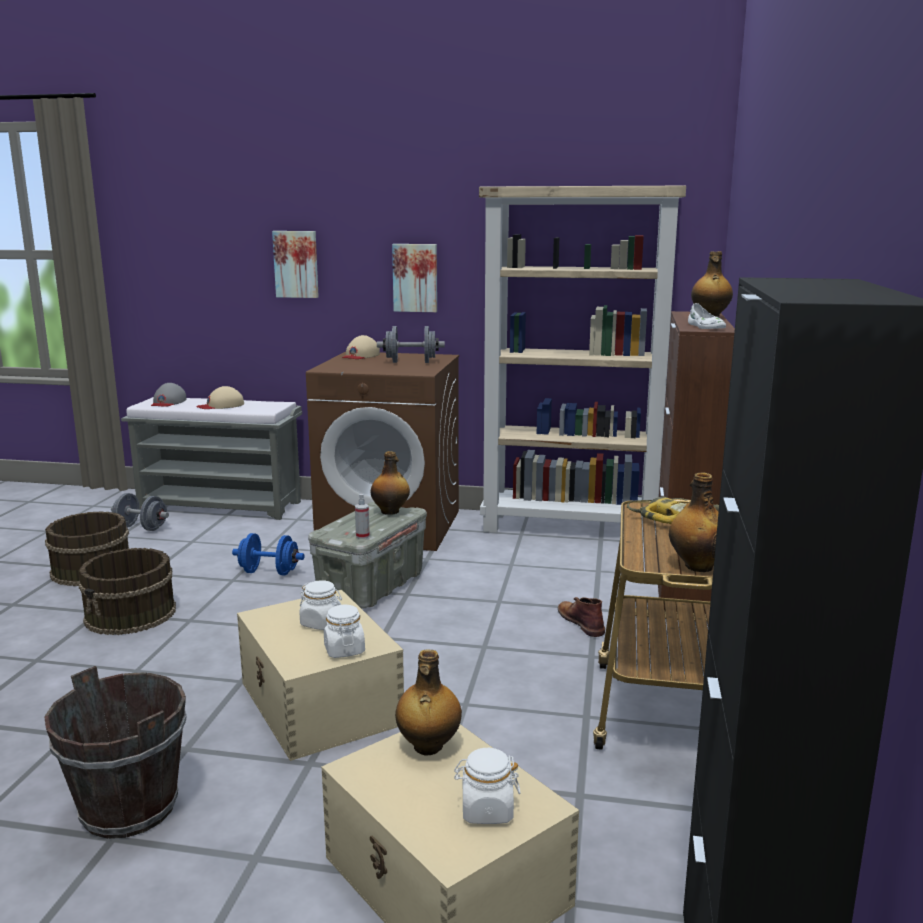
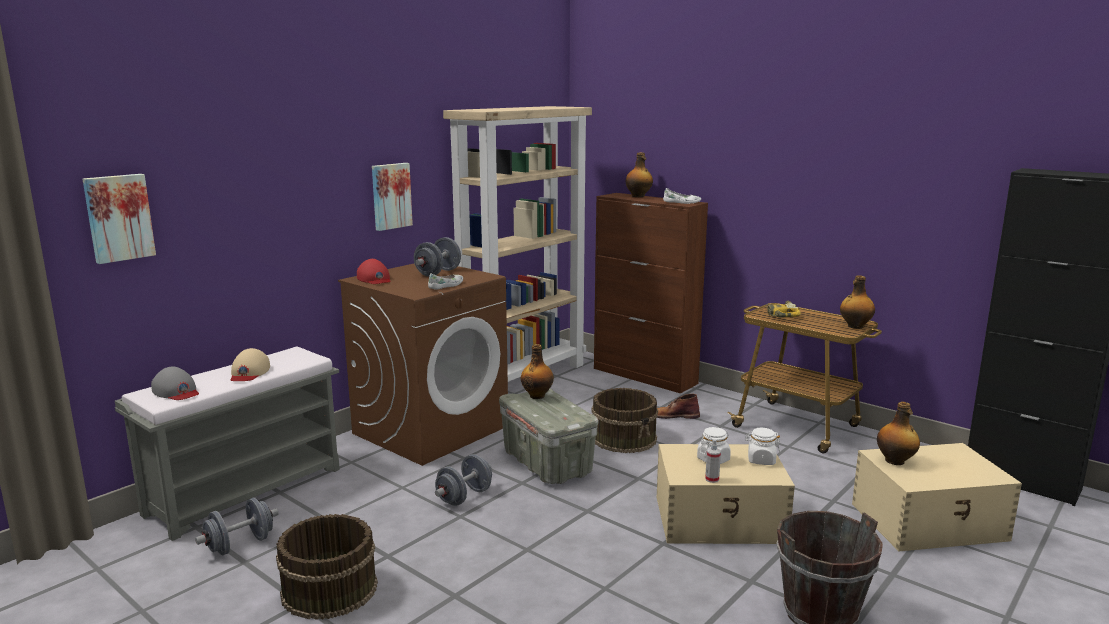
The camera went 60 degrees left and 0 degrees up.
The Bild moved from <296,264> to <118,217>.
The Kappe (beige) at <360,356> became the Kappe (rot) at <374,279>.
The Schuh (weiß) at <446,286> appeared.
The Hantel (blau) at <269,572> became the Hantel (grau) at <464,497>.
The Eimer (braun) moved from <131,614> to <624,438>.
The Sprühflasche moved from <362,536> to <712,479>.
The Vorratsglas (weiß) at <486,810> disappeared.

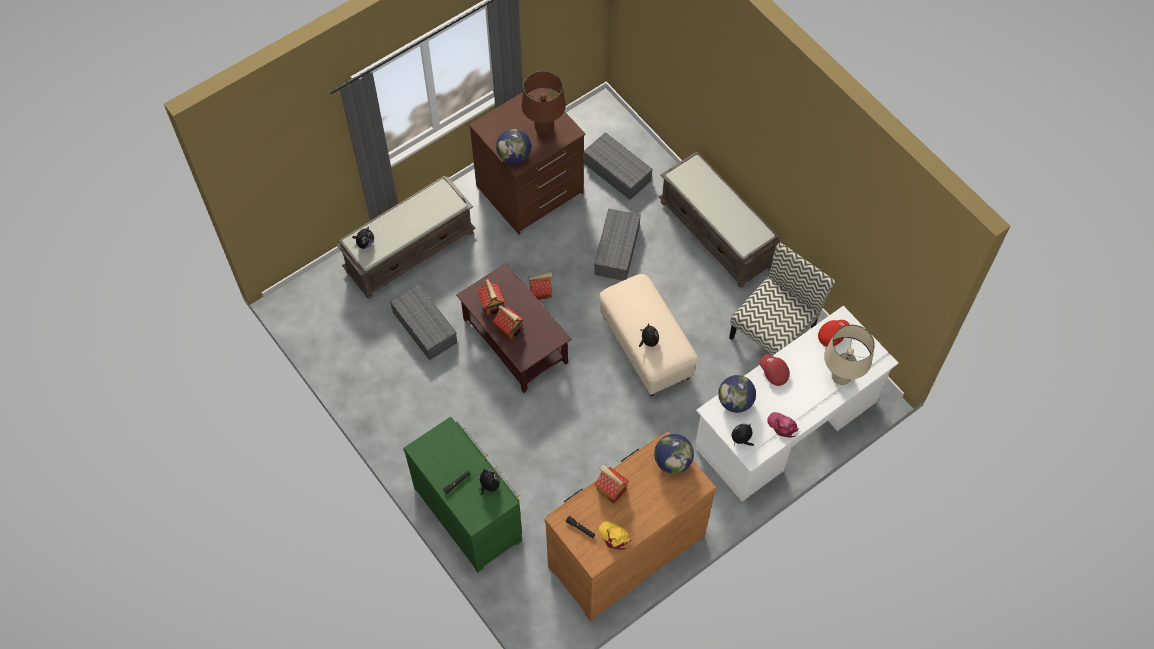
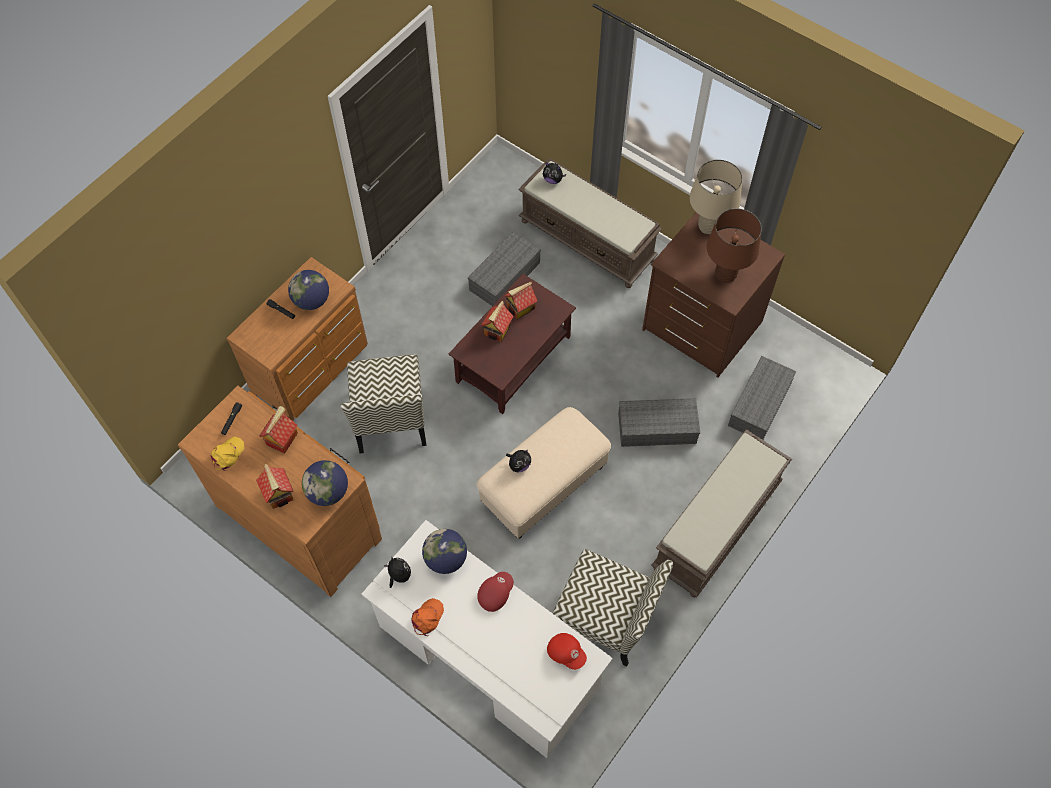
The camera went 75 degrees right and 0 degrees up.
The Kommode (grün) at <469,511> became the Kommode (braun) at <313,368>.
The Spielzeughaus moved from <541,291> to <279,494>.
The Globus moved from <514,156> to <312,301>.
The Stuhl at <390,418> appeared.
The Kappe (rosa) at <782,426> became the Kappe (orange) at <427,618>.
The Tischlampe (beige) moved from <841,376> to <708,226>.
The Plüschtier at <489,485> disappeared.

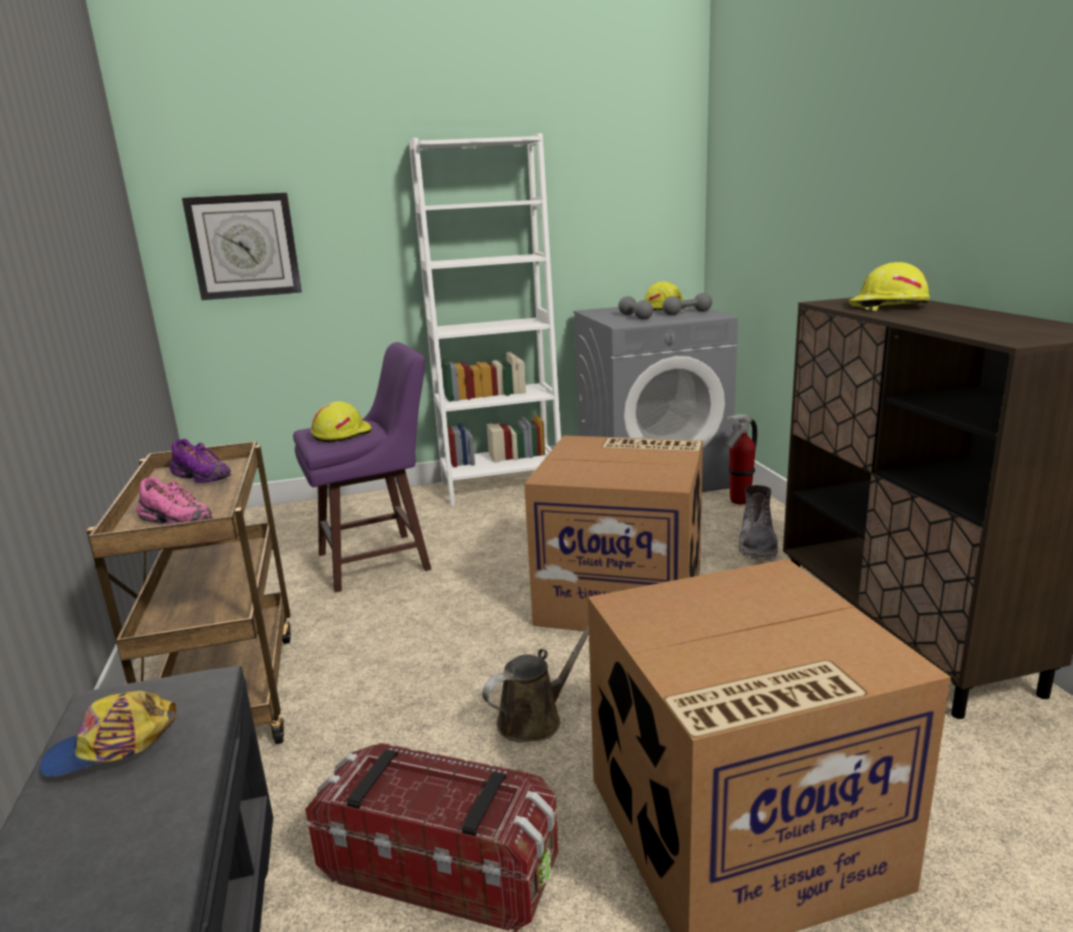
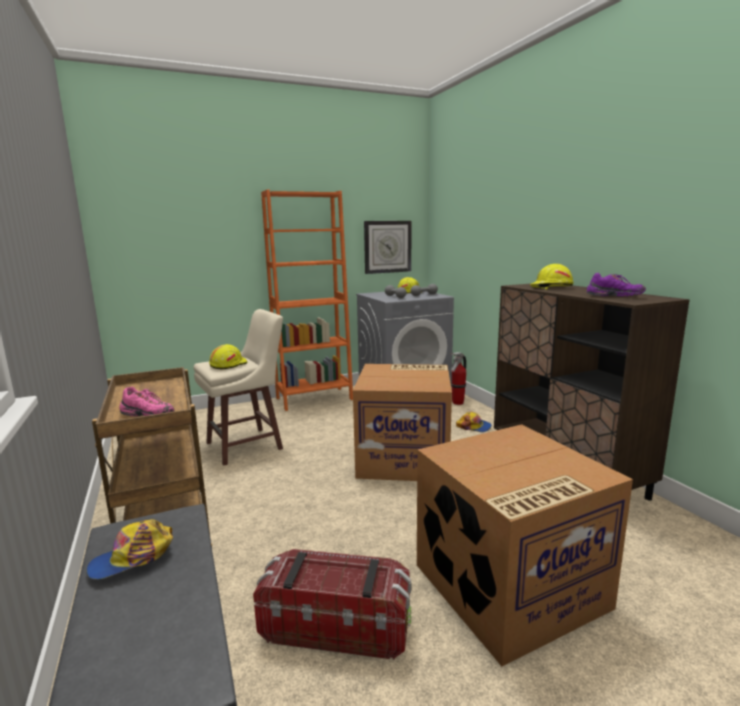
The camera went 10 degrees left and 5 degrees down.
The Hocker (lila) at <378,561> became the Hocker (beige) at <247,445>.
The Bücherregal (weiß) at <501,486> became the Bücherregal (orange) at <314,398>.
The Wanduhr moved from <244,246> to <387,247>.
The Stiefel (grau) at <757,545> was replaced by the Kappe at <474,426>.
The Schuh (lila) moved from <202,478> to <614,296>.
The Gießkanne (braun) at <534,719> disappeared.

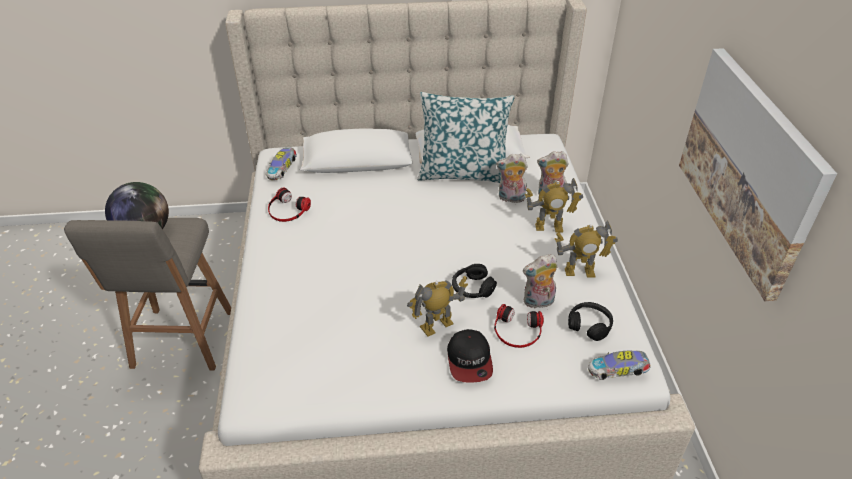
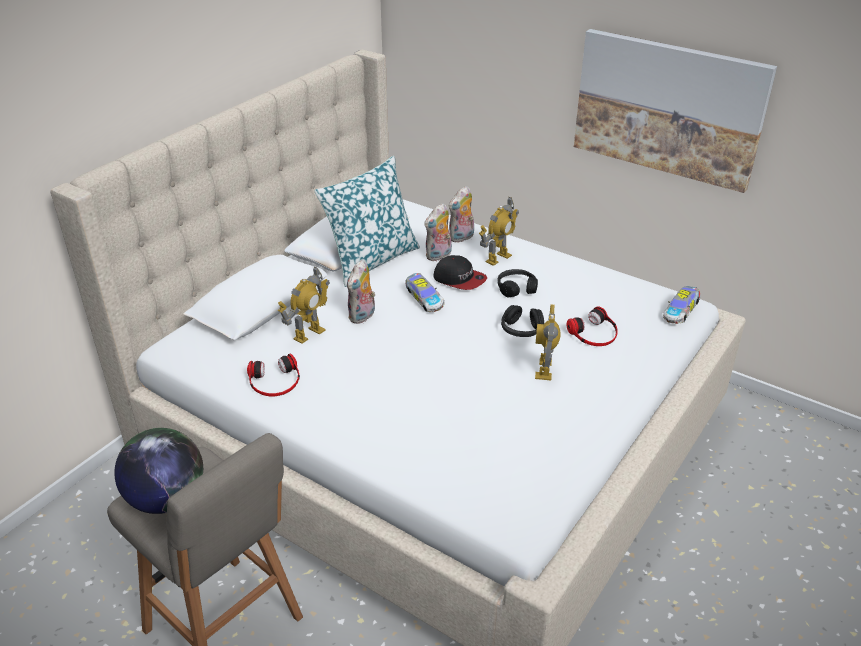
The camera went 50 degrees left and 5 degrees down.
The Spielzeugroboter moved from <579,272> to <308,334>.
The Plüschtier moved from <538,302> to <362,316>.
The Spielzeugauto moved from <282,169> to <423,299>.
The Kappe moved from <470,361> to <459,279>.
The Kopfhörer (schwarz) moved from <589,325> to <516,288>.

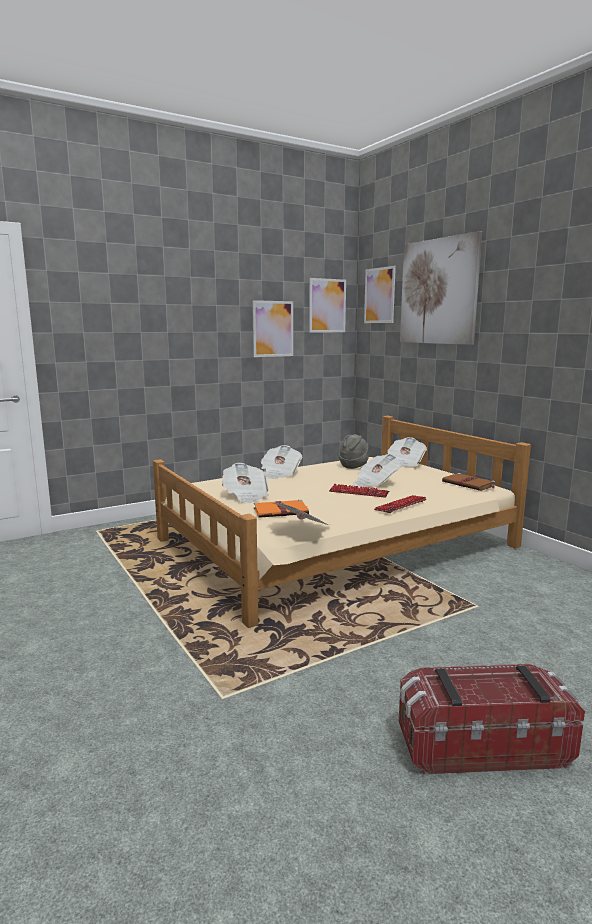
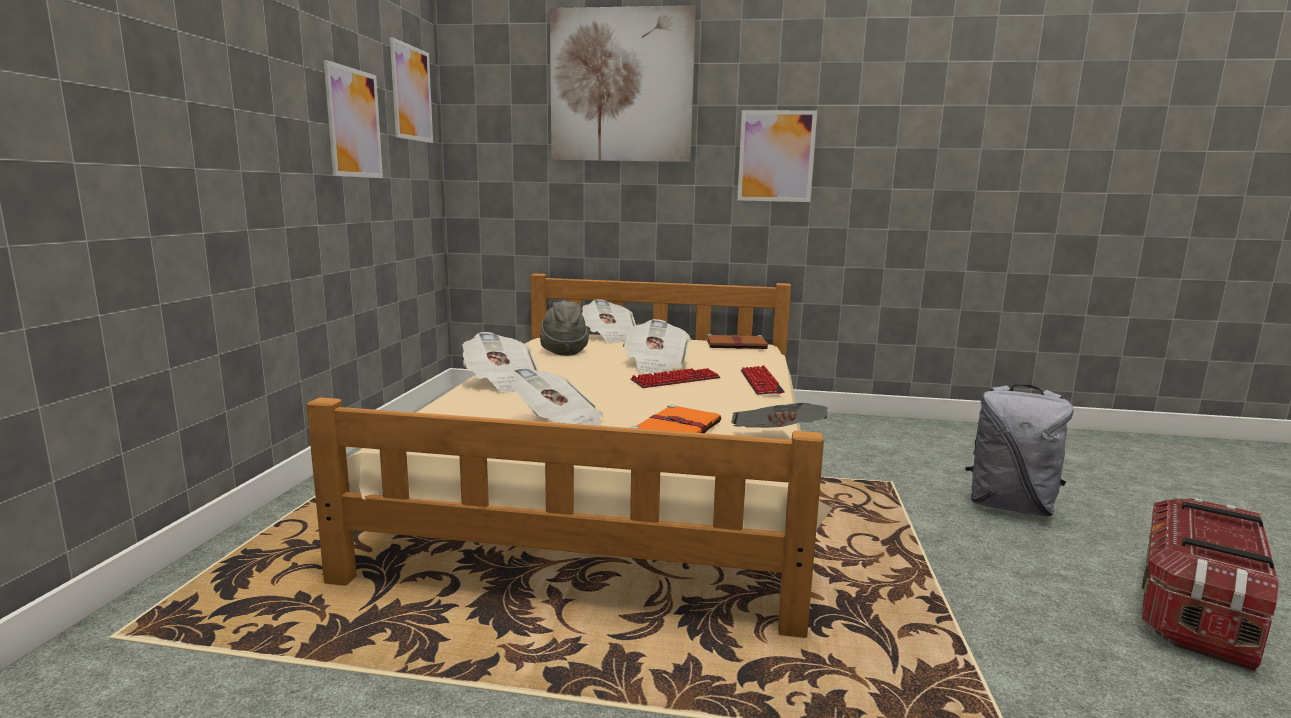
The camera went 50 degrees left and 0 degrees up.
The Bild moved from <379,295> to <776,156>.
The Rucksack (grau) at <1009,506> appeared.

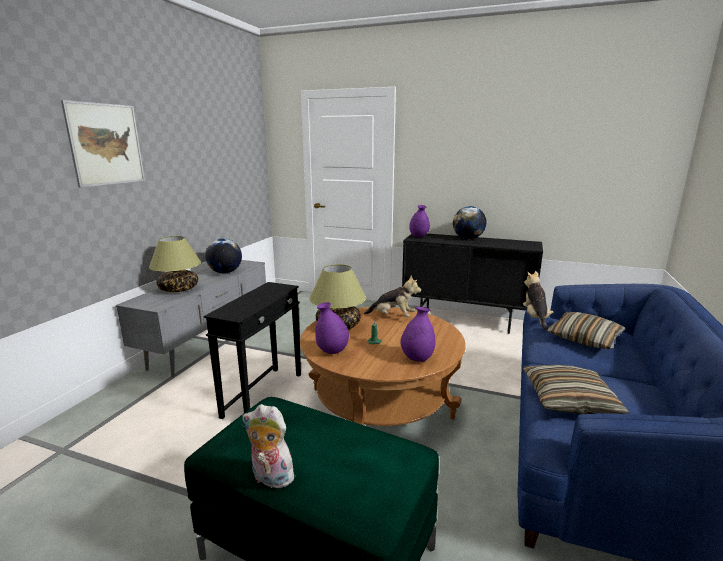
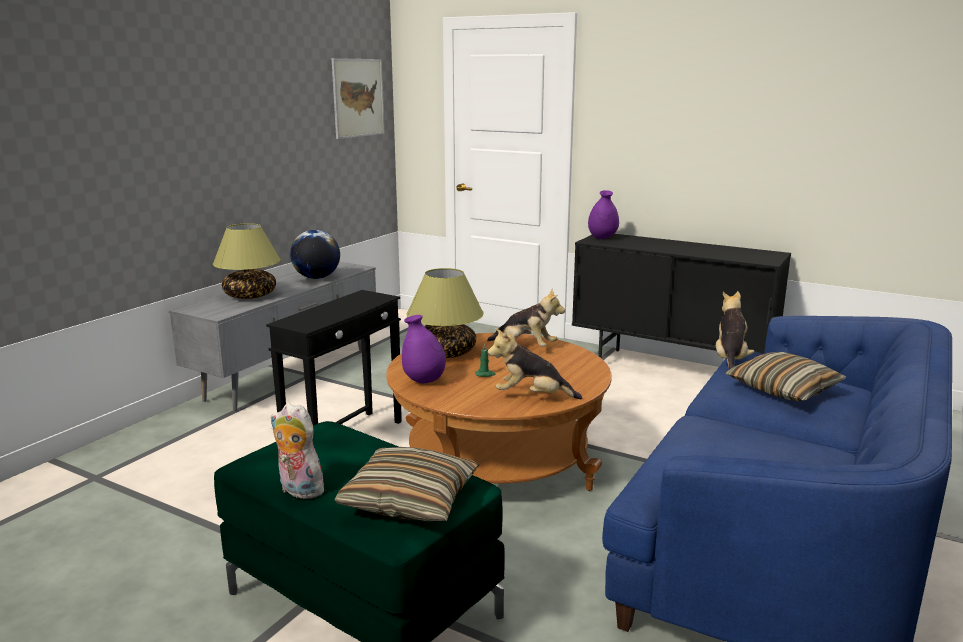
The camera went 10 degrees right and 0 degrees up.
The Bild moved from <106,144> to <358,98>.
The Kissen moved from <569,400> to <409,499>.
The Vase (lila) at <417,358> was replaced by the Plüschtier at <532,396>.
The Globus at <468,238> disappeared.

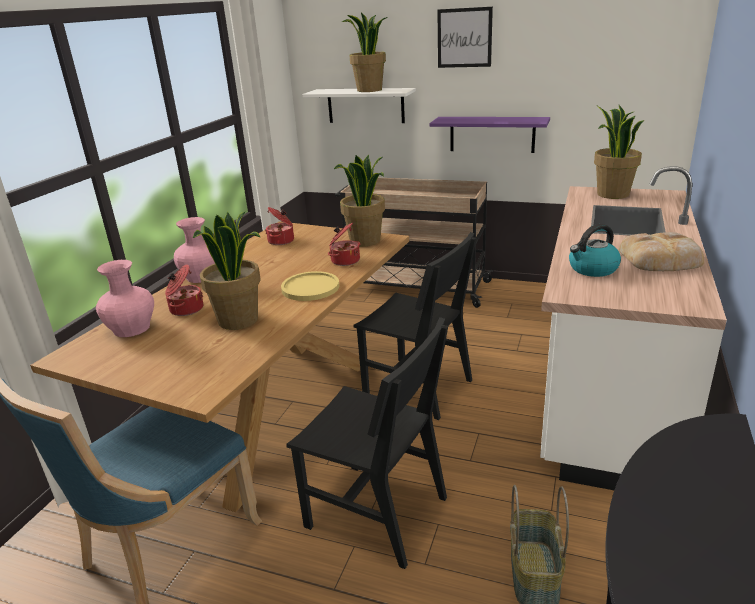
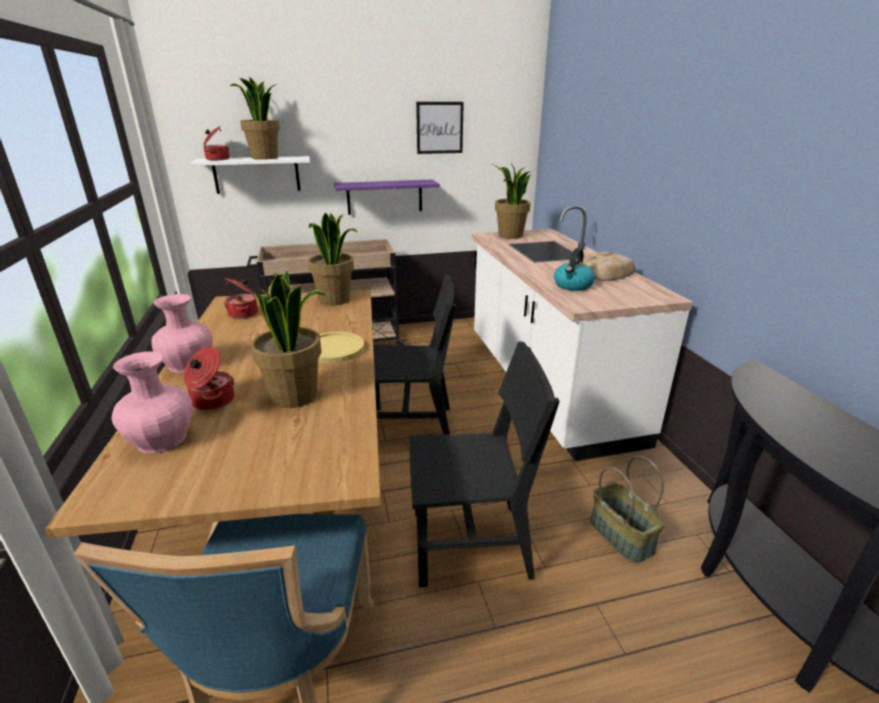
The camera went 35 degrees left and 0 degrees up.
The Kochtopf moved from <344,260> to <217,159>.
The Bild moved from <464,38> to <439,128>.

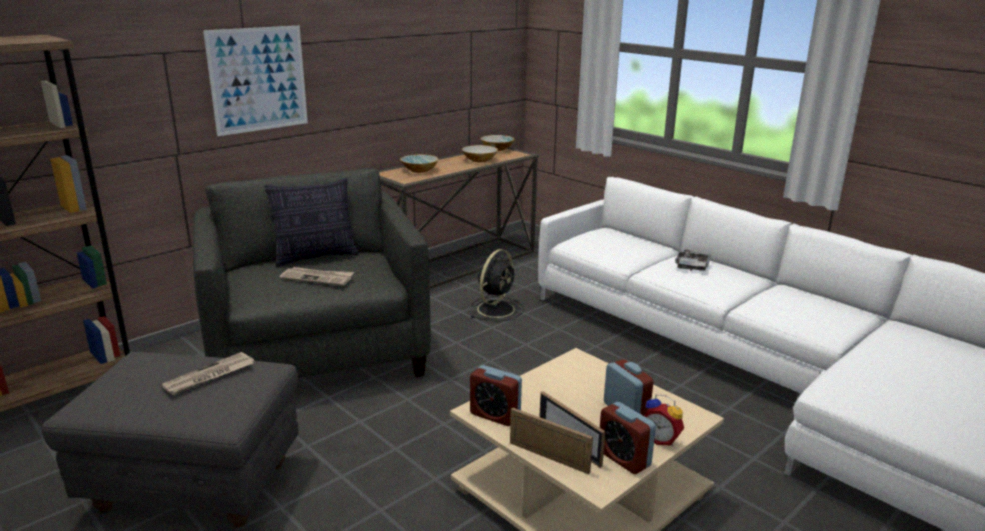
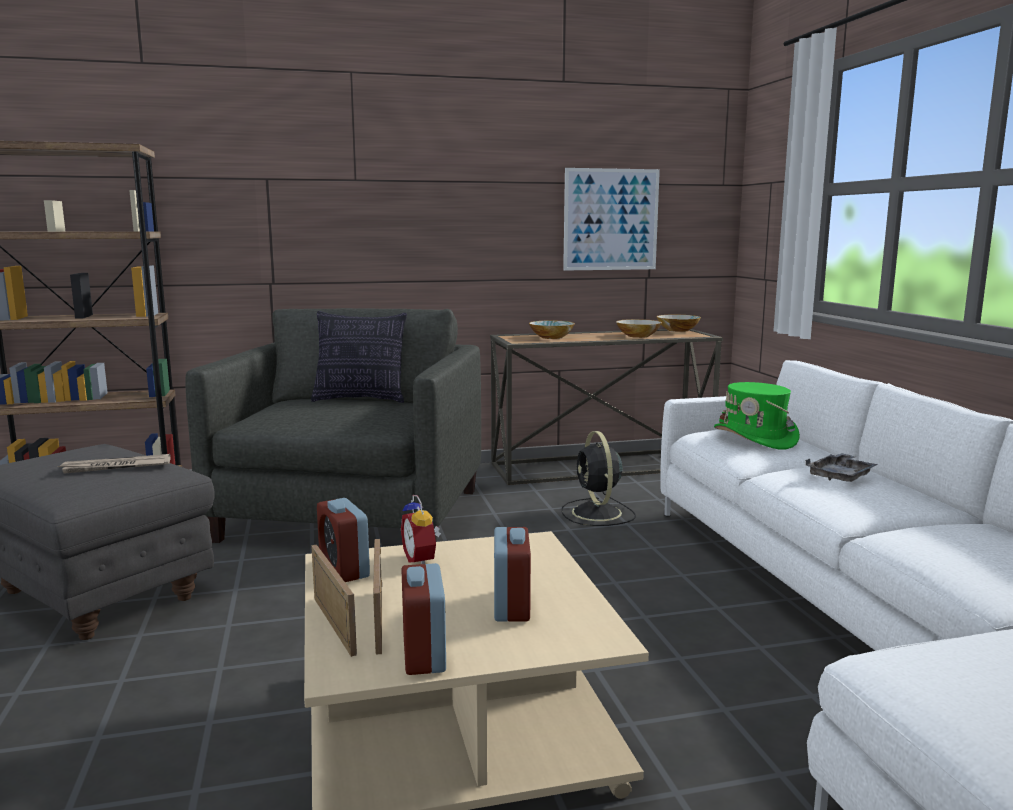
The camera went 30 degrees right and 10 degrees down.
The Wecker moved from <661,439> to <422,560>.
The Ventilator (schwarz) at <497,309> turned 105 degrees clockwise.
The Bild moved from <258,79> to <611,219>.
The Hut (grün) at <755,438> appeared.
The Zeitung at <317,278> disappeared.

